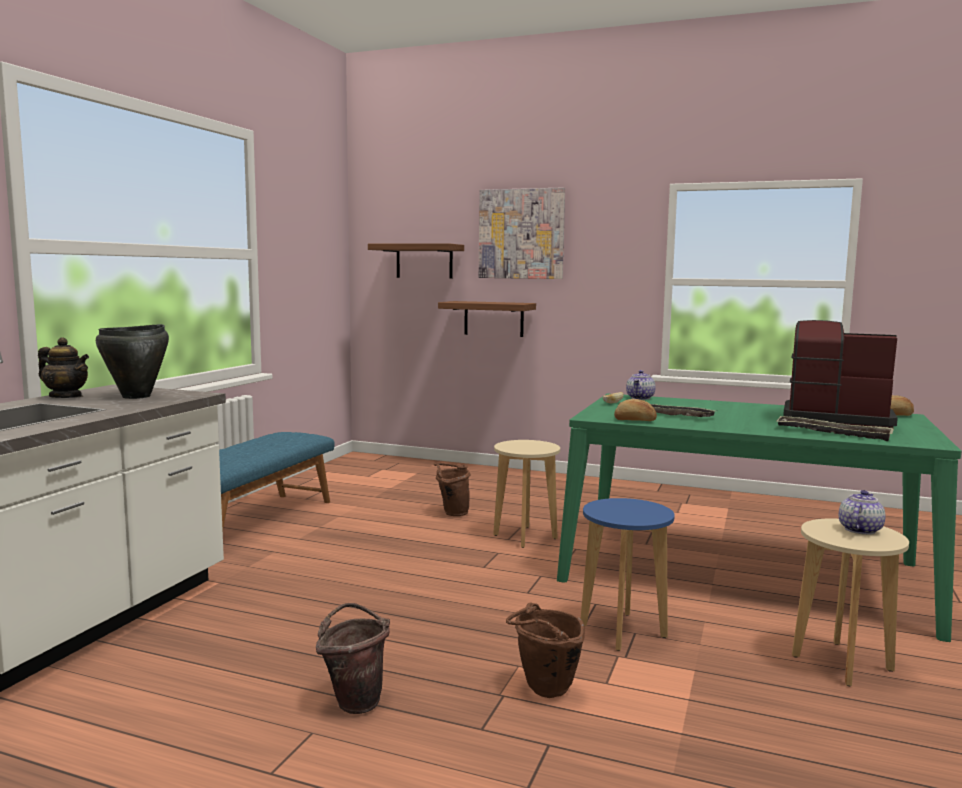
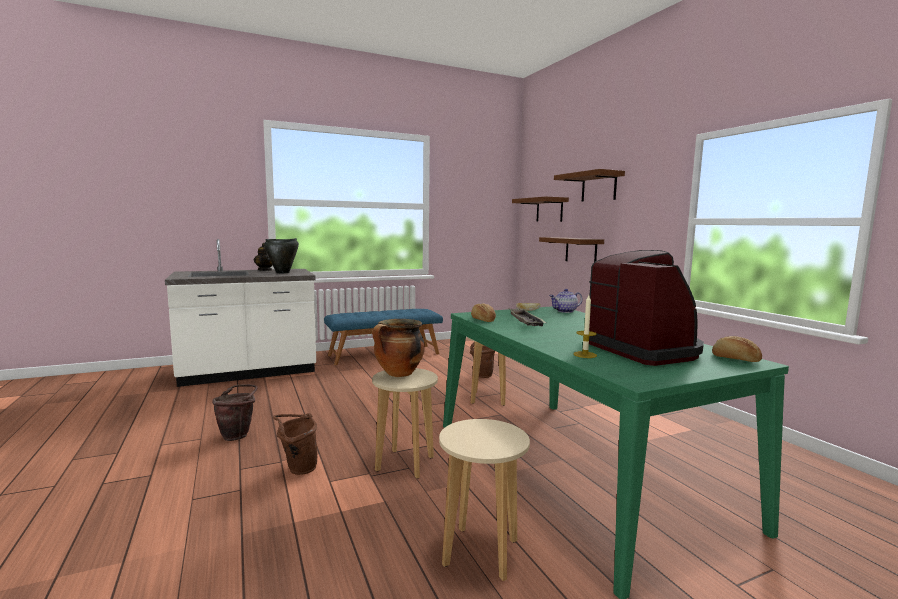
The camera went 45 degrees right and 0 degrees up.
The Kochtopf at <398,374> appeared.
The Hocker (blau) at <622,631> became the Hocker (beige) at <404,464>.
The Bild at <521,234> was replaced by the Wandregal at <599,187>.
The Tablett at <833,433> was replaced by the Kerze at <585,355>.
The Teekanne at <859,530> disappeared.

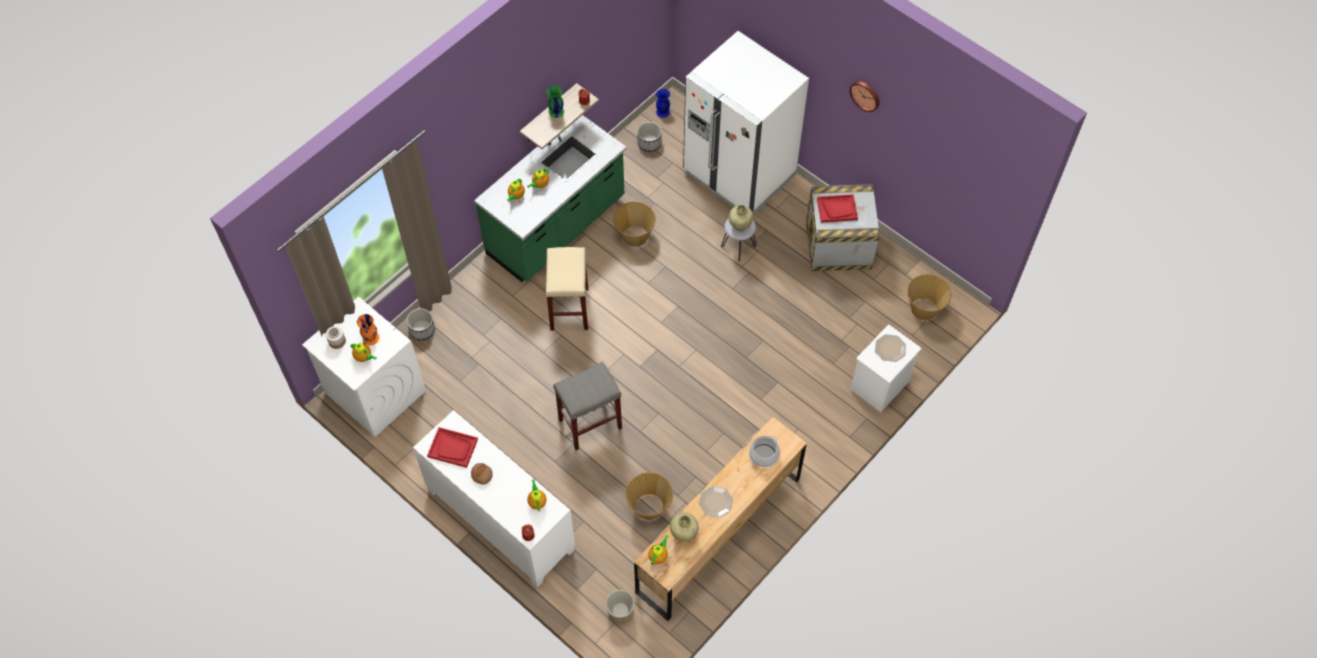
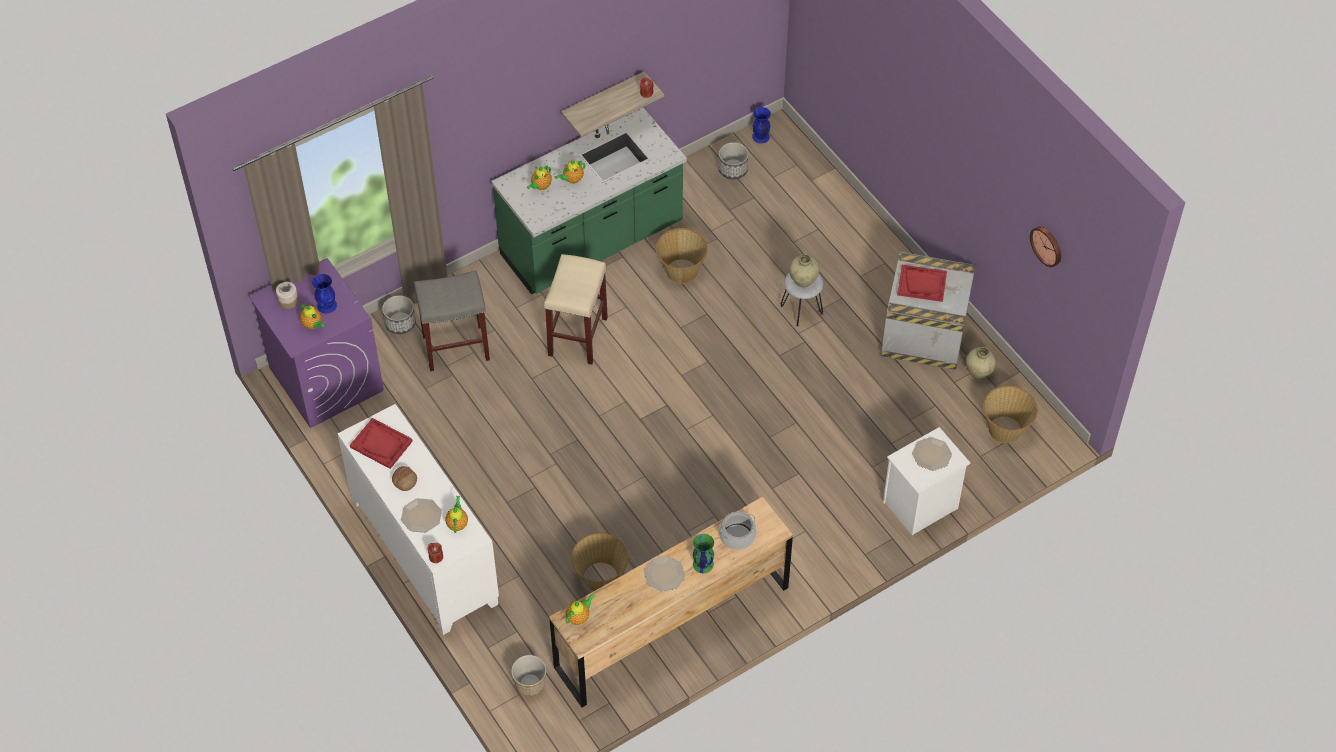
The camera went 15 degrees right and 5 degrees down.
The Waschmaschine (weiß) at <374,391> became the Waschmaschine (lila) at <325,378>.
The Vase (orange) at <371,338> became the Vase (blau) at <327,305>.
The Teller at <421,516> appeared.
The Hocker (grau) moved from <590,423> to <457,347>.
The Vase (grün) moved from <556,111> to <702,564>.
The Vase (beige) moved from <683,534> to <978,373>.
The Wanduhr moved from <865,95> to <1047,245>.
The Kühlschrank (weiß) at <739,174> disappeared.

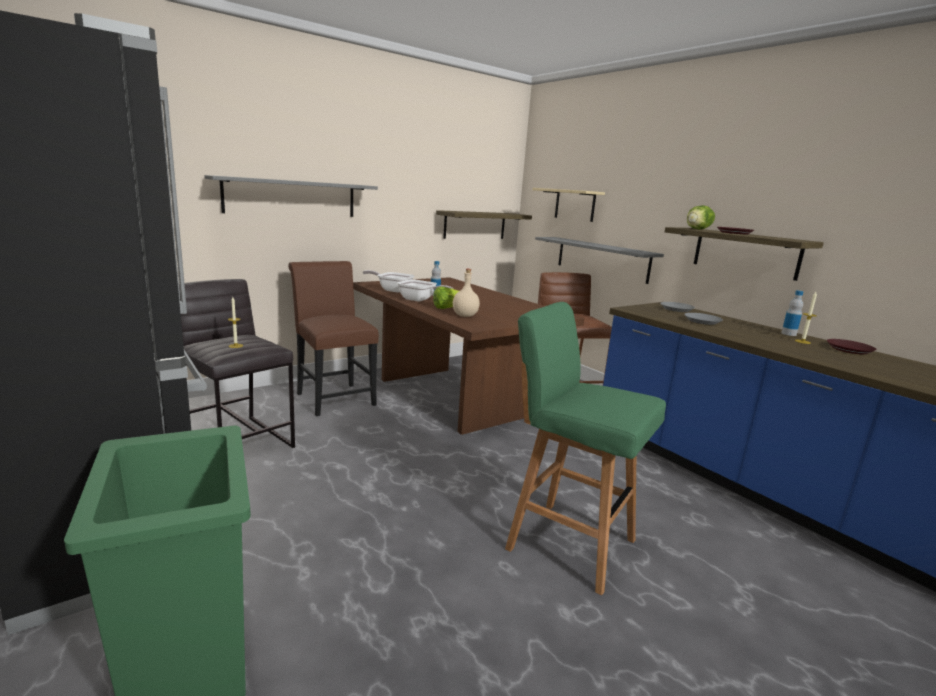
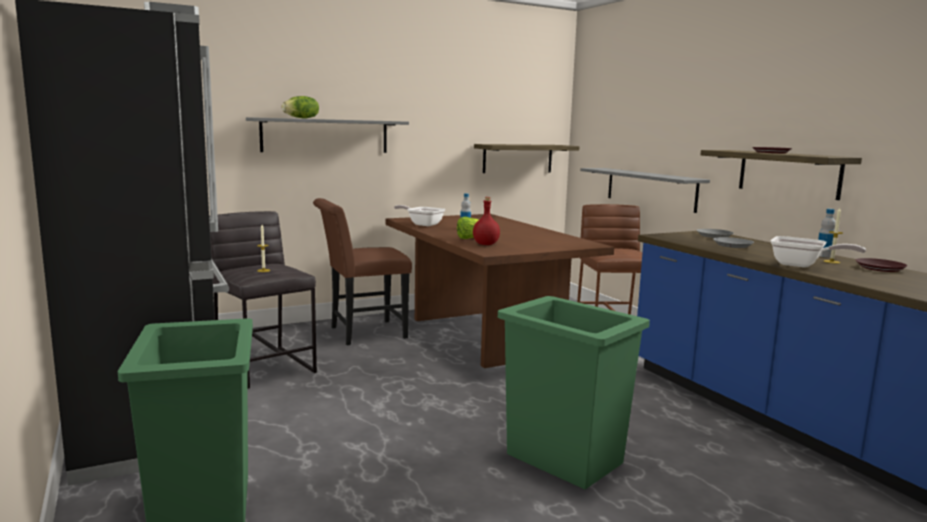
The camera went 10 degrees right and 5 degrees down.
The Salatkopf moved from <698,229> to <302,118>.
The Stuhl (braun) at <333,397> turned 90 degrees counterclockwise.
The Flasche (beige) at <465,316> became the Flasche (rot) at <486,244>.
The Hocker (grün) at <568,542> was replaced by the Mülleimer (grün) at <563,458>.
The Pfanne moved from <420,300> to <802,265>.
The Wandregal (beige) at <575,205> disappeared.

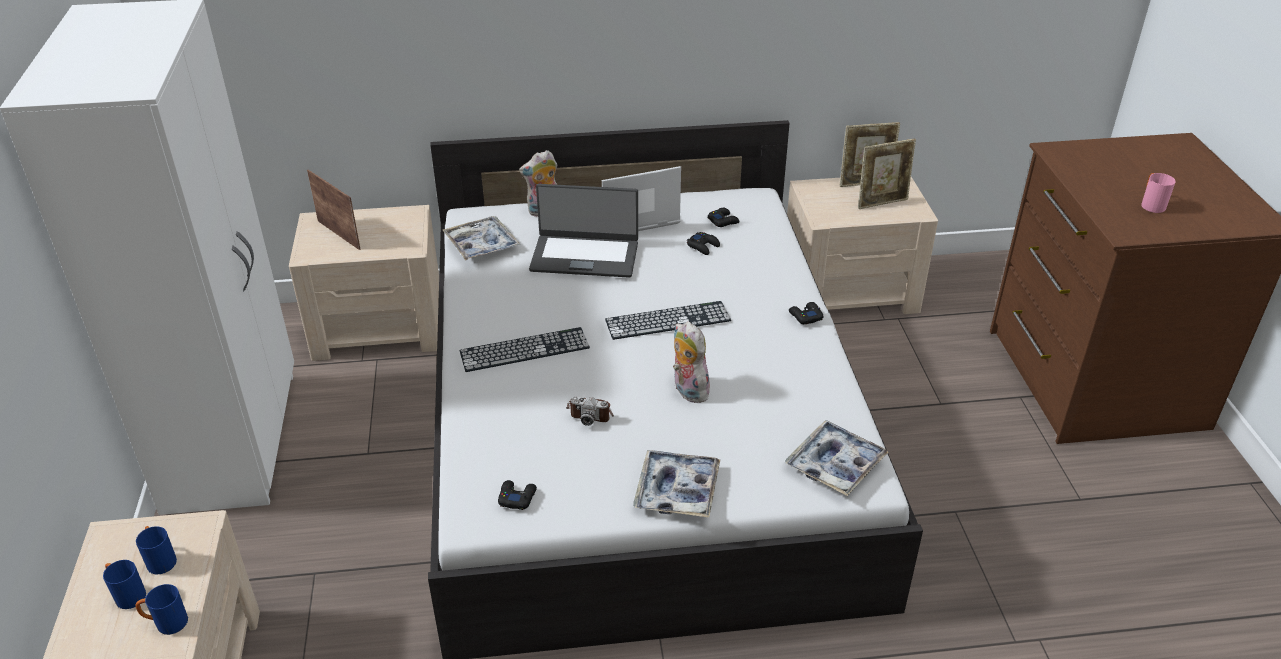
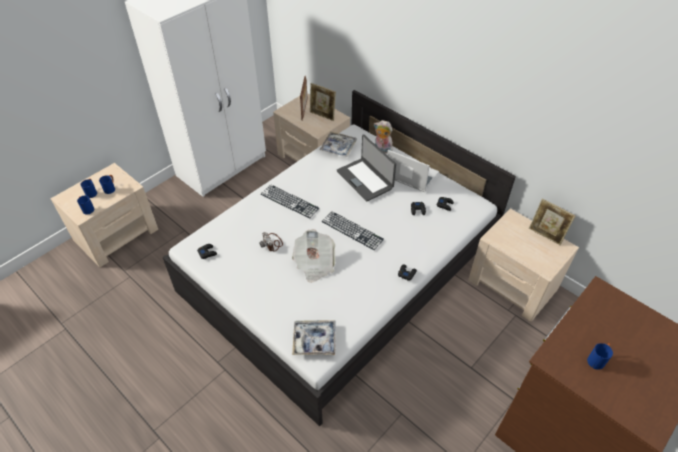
The camera went 50 degrees right and 10 degrees up.
The Plüschtier at <687,390> was replaced by the Zeitung at <314,264>.
The Bilderrahmen moved from <882,202> to <322,116>.
The Henkelbecher (rosa) at <1150,204> became the Henkelbecher (blau) at <597,360>.
The Tablett at <677,490> disappeared.

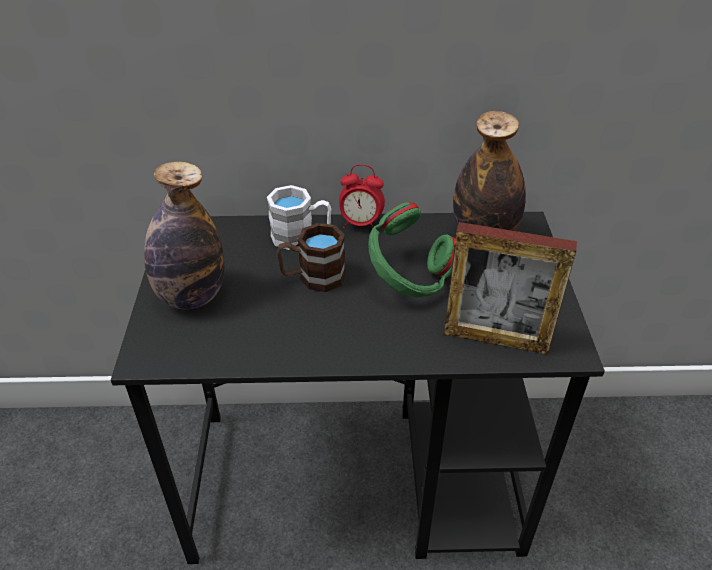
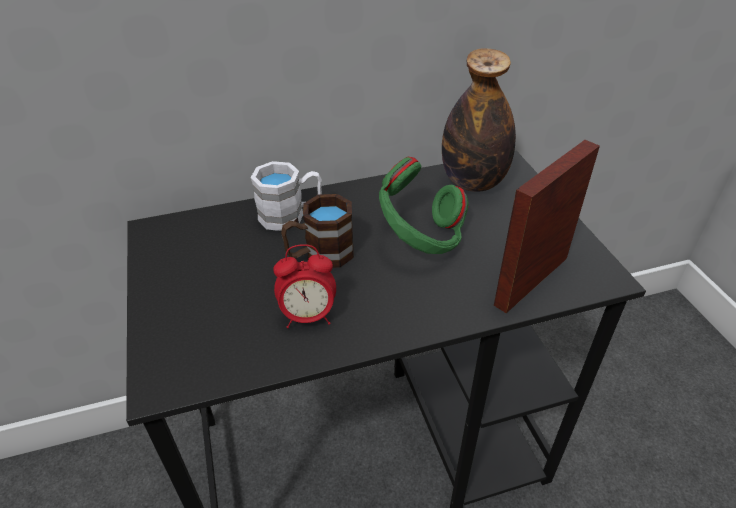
The camera went 15 degrees left and 0 degrees up.
The Wecker moved from <360,224> to <308,316>.
The Bilderrahmen at <495,339> turned 135 degrees clockwise.
The Flasche at <191,296> disappeared.

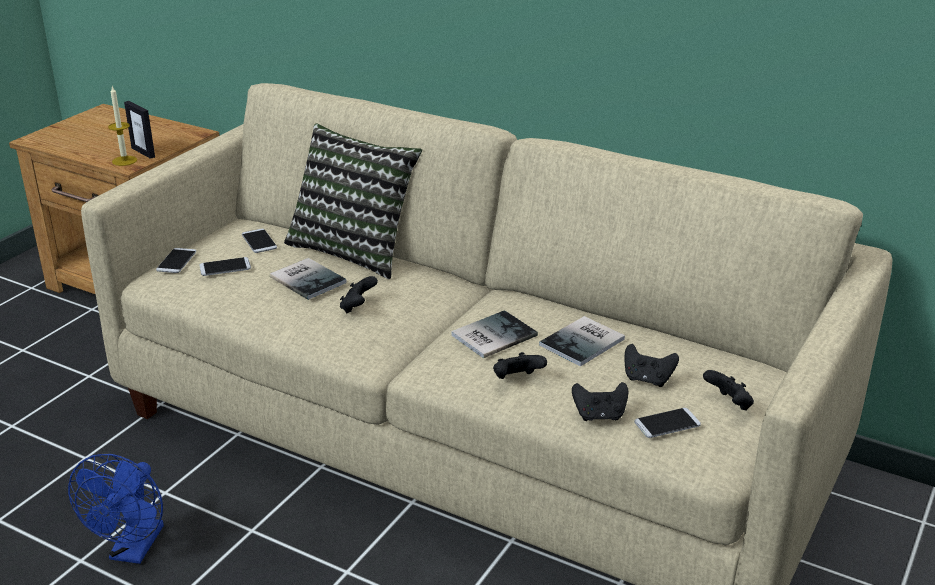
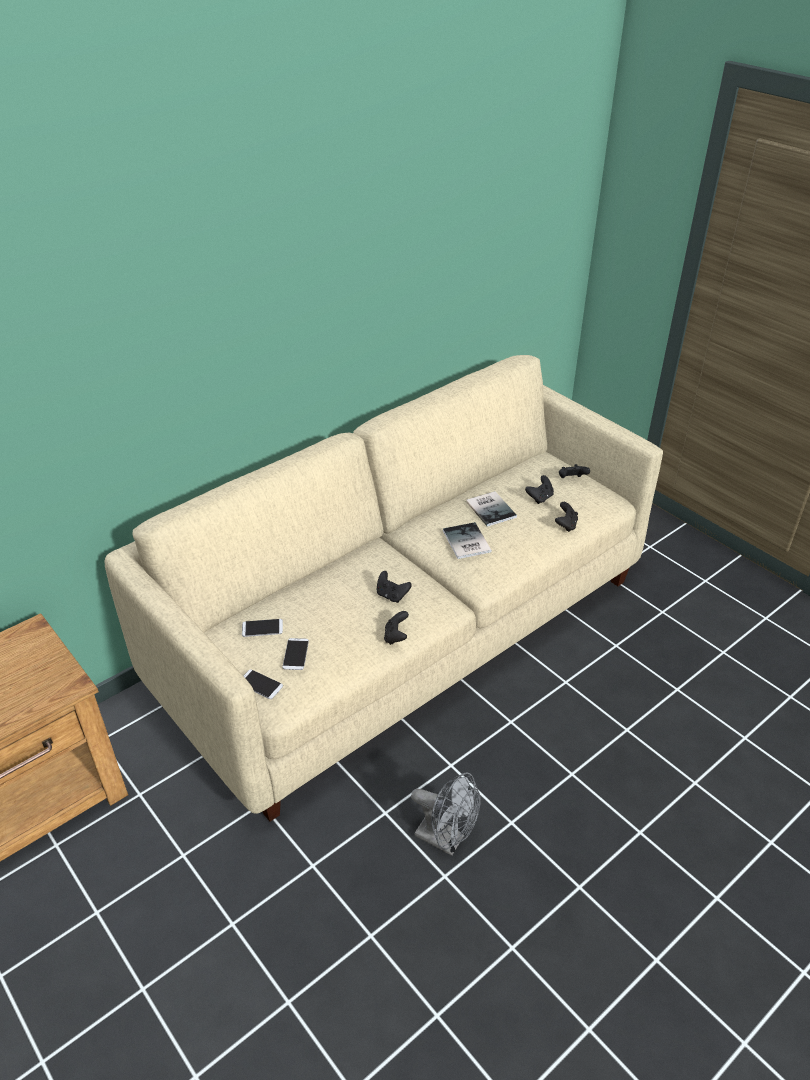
The camera went 70 degrees left and 10 degrees up.
The Gamepad (schwarz) moved from <517,380> to <396,637>.
The Ventilator (blau) at <133,550> became the Ventilator (grau) at <446,839>.
The Kerze at <124,161> disappeared.
The Bilderrahmen at <143,152> disappeared.
The Buch at <308,278> disappeared.
The Kissen at <354,249> disappeared.
The Handy at <667,424> disappeared.

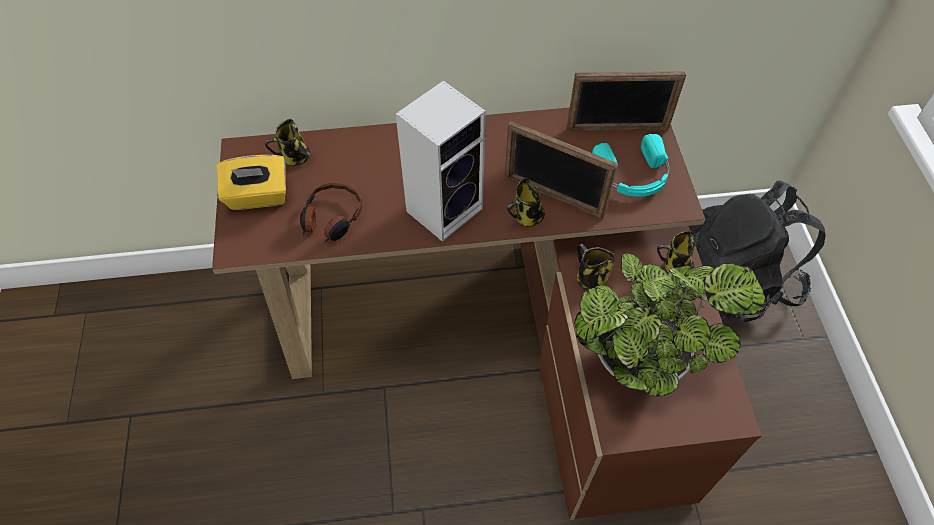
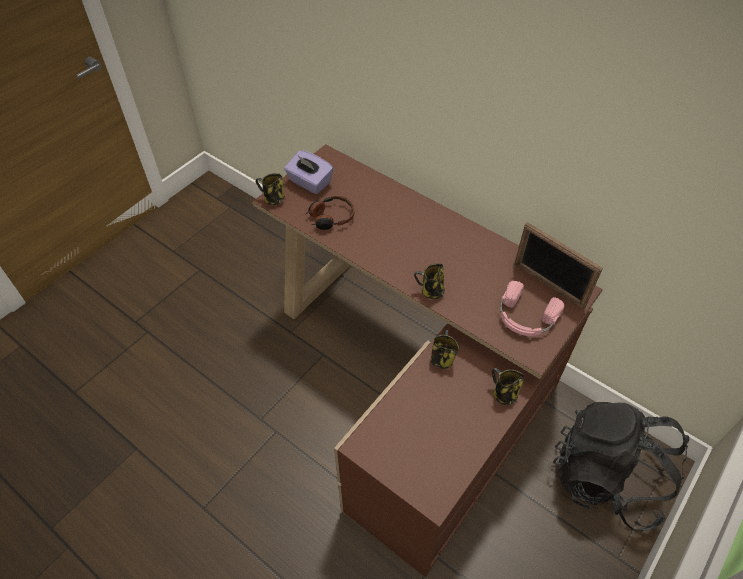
The camera went 45 degrees right and 5 degrees down.
The Henkelbecher moved from <294,158> to <273,199>.
The Taschentuchbox (gelb) at <258,196> became the Taschentuchbox (lila) at <309,182>.
The Kopfhörer (türkis) at <633,175> became the Kopfhörer (rosa) at <525,317>.
The Lautsprecher at <445,207> disappeared.
The Bilderrahmen at <553,196> disappeared.
The Topfpflanze at <644,358> disappeared.

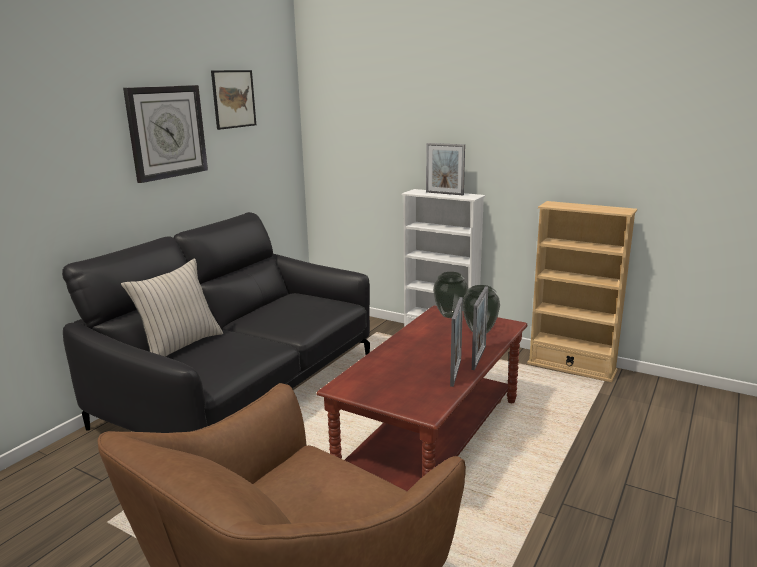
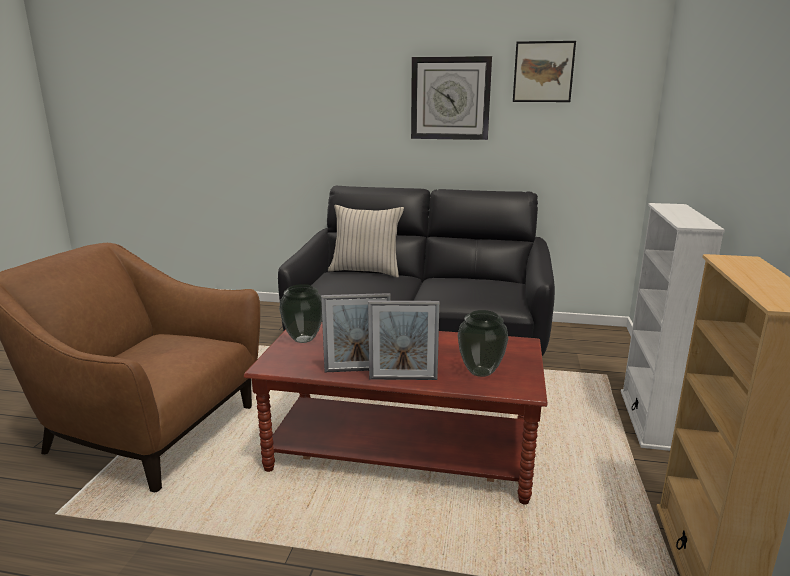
The camera went 70 degrees right and 0 degrees up.
The Vase moved from <450,316> to <303,339>.
The Bilderrahmen at <444,193> disappeared.

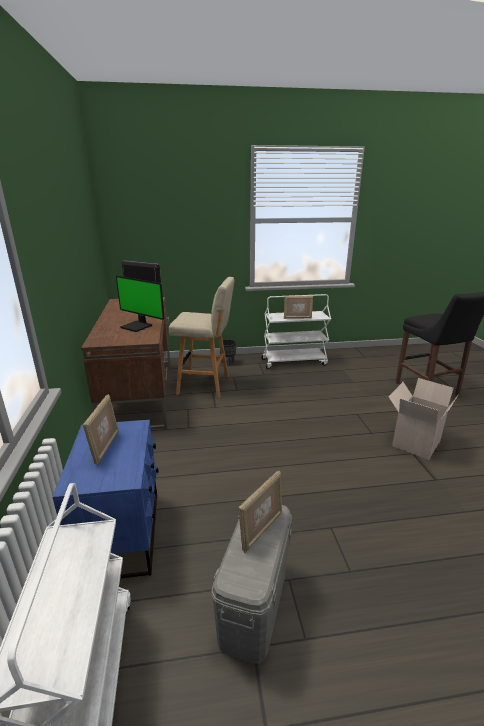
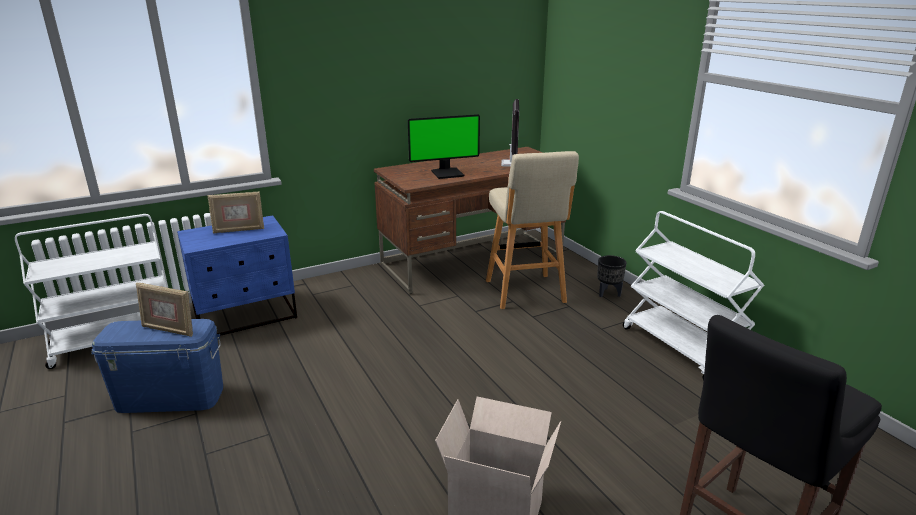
The camera went 70 degrees right and 0 degrees up.
The Aufbewahrungsbox (grau) at <254,603> became the Aufbewahrungsbox (blau) at <170,397>.
The Monitor at <137,326> turned 120 degrees counterclockwise.
The Bilderrahmen at <297,318> disappeared.

